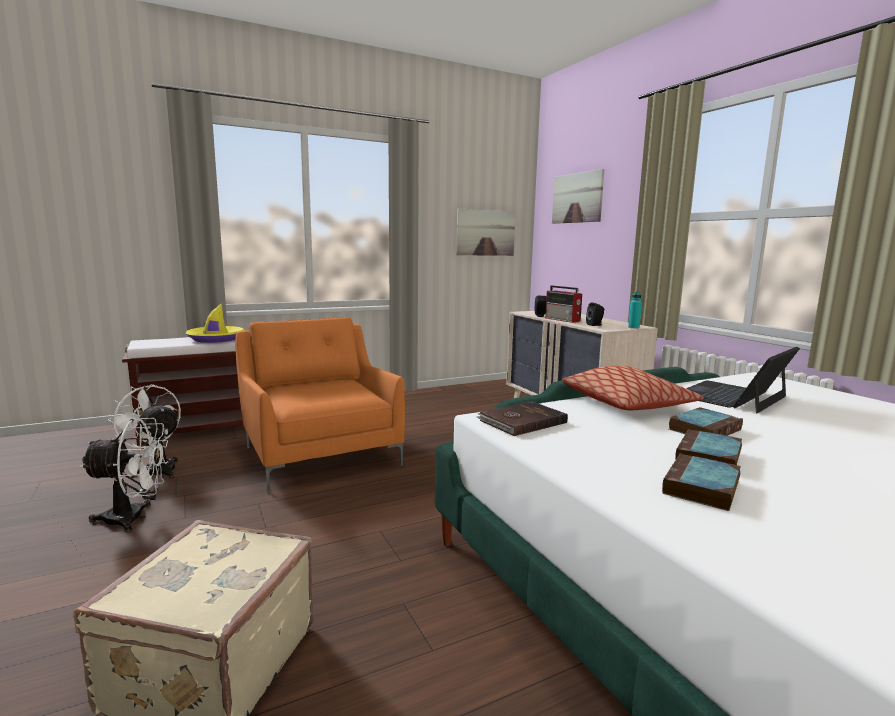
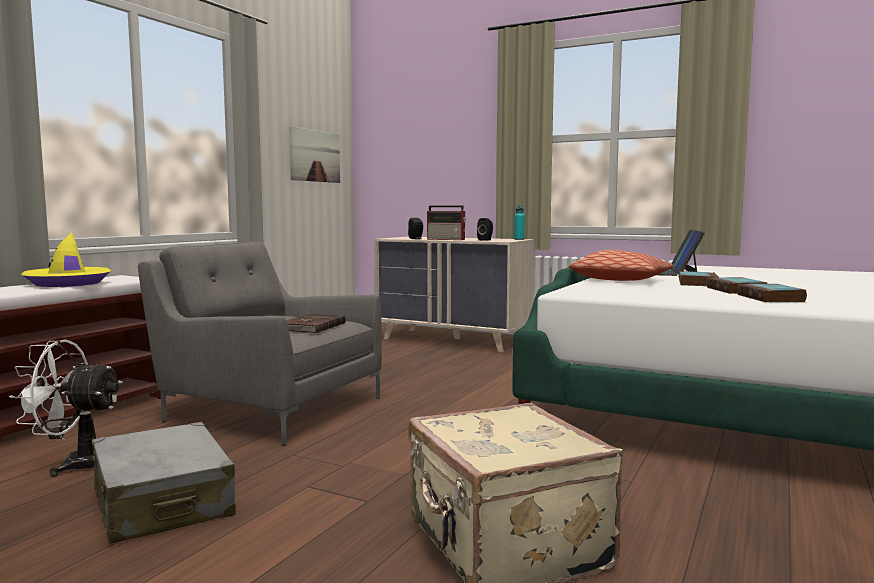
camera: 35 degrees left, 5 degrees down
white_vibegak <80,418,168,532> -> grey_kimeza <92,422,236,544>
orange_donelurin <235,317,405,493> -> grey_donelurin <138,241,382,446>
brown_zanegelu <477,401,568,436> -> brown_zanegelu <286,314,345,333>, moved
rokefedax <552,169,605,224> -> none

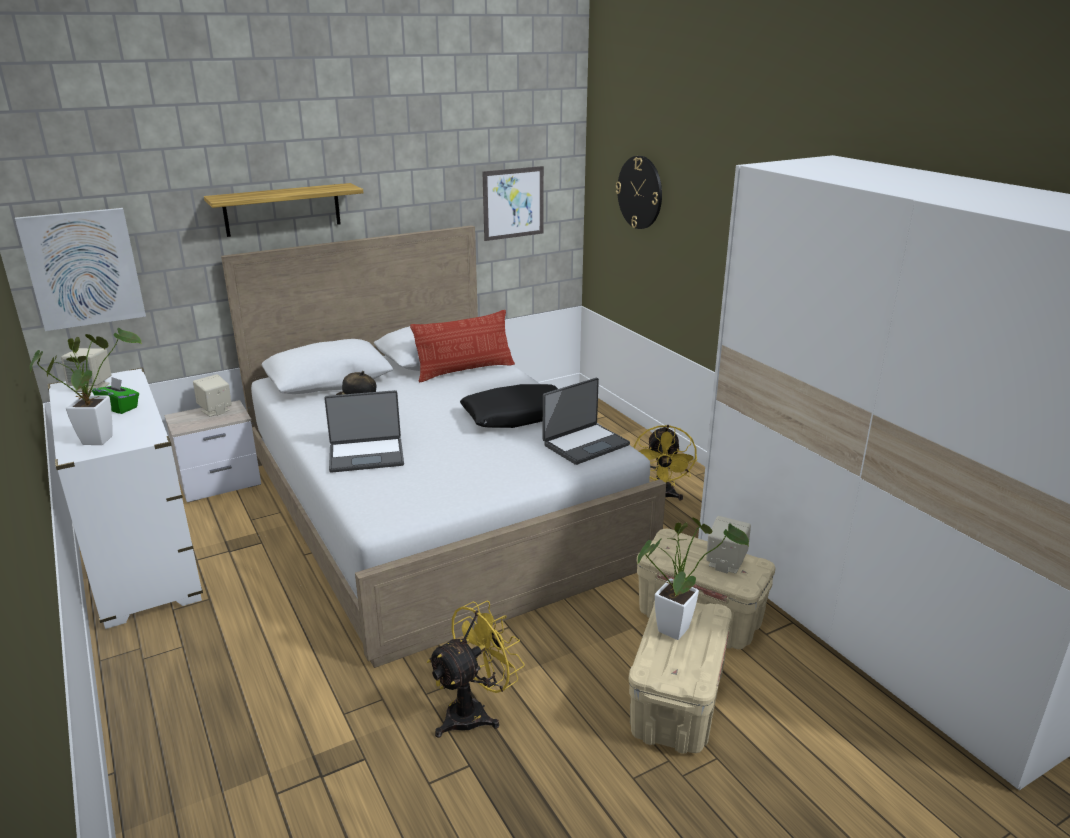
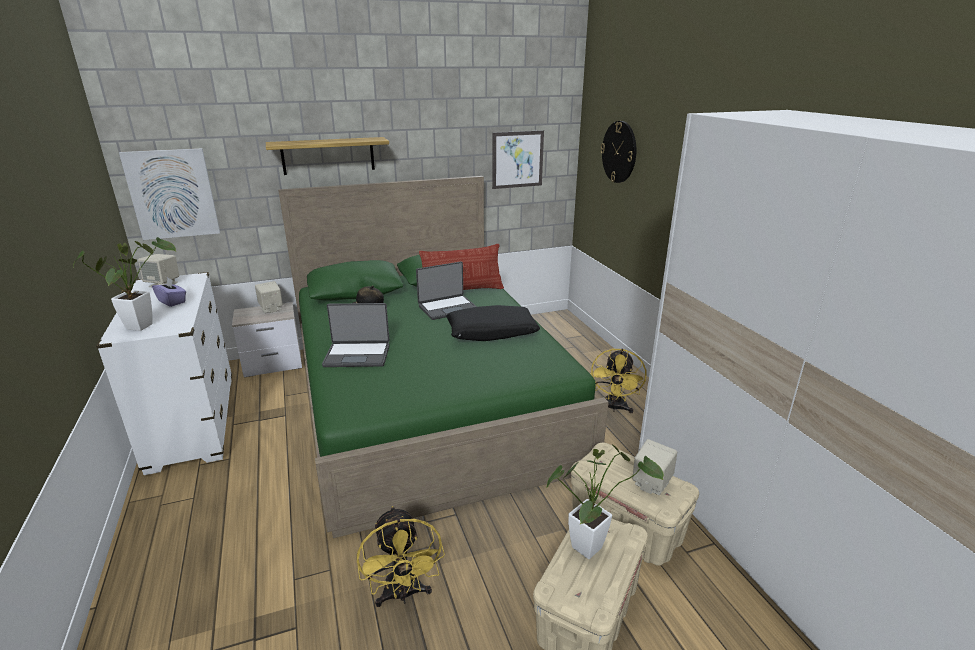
camera: 10 degrees right, 0 degrees up
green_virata <92,377,139,414> -> purple_virata <152,277,186,307>
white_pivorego <221,225,666,668> -> green_pivorego <278,176,609,538>
yellow_vibegak <427,601,525,738> -> yellow_vibegak <357,506,445,607>, 105 degrees clockwise
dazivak <543,378,630,465> -> dazivak <416,262,477,320>, moved

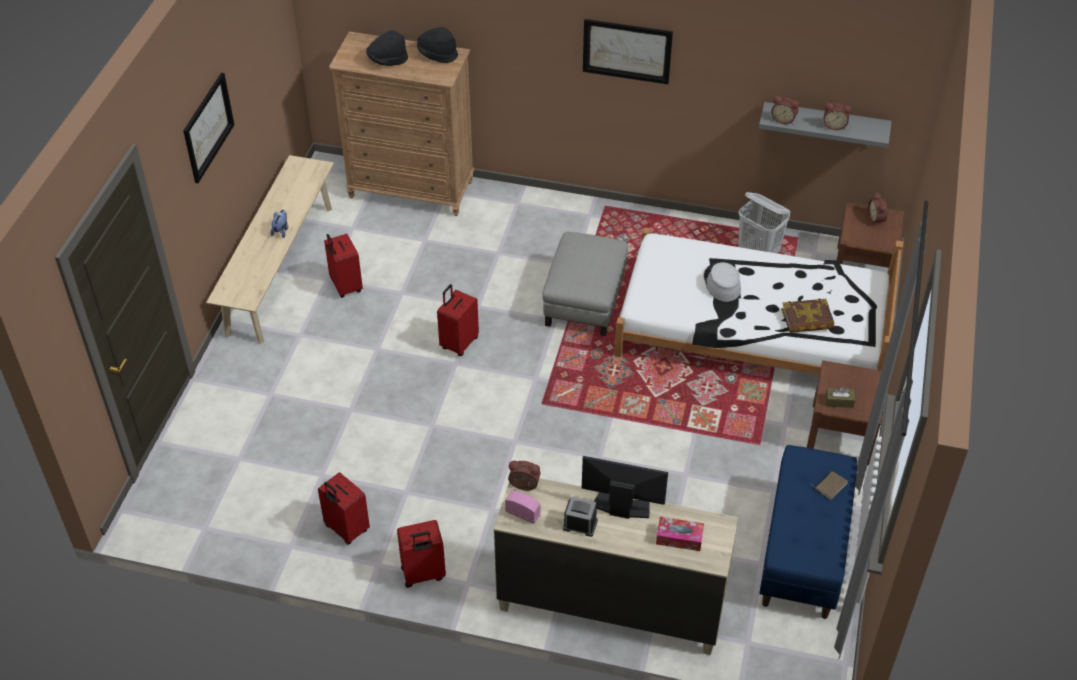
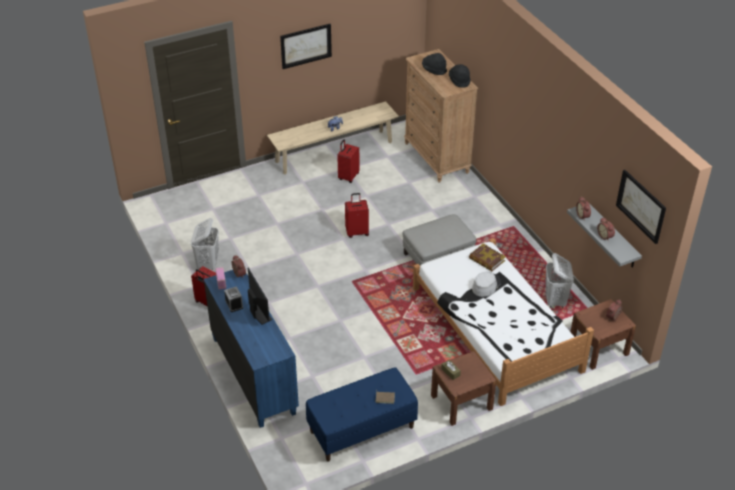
camera: 50 degrees right, 5 degrees down
red_kimeza <318,472,370,545> -> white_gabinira <191,218,219,270>
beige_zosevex <494,478,739,655> -> blue_zosevex <204,270,299,428>
rokefedax <583,19,673,84> -> rokefedax <616,170,666,244>, moved
virata <656,517,704,551> -> none
zanegelu <781,299,834,333> -> zanegelu <469,244,506,271>, moved

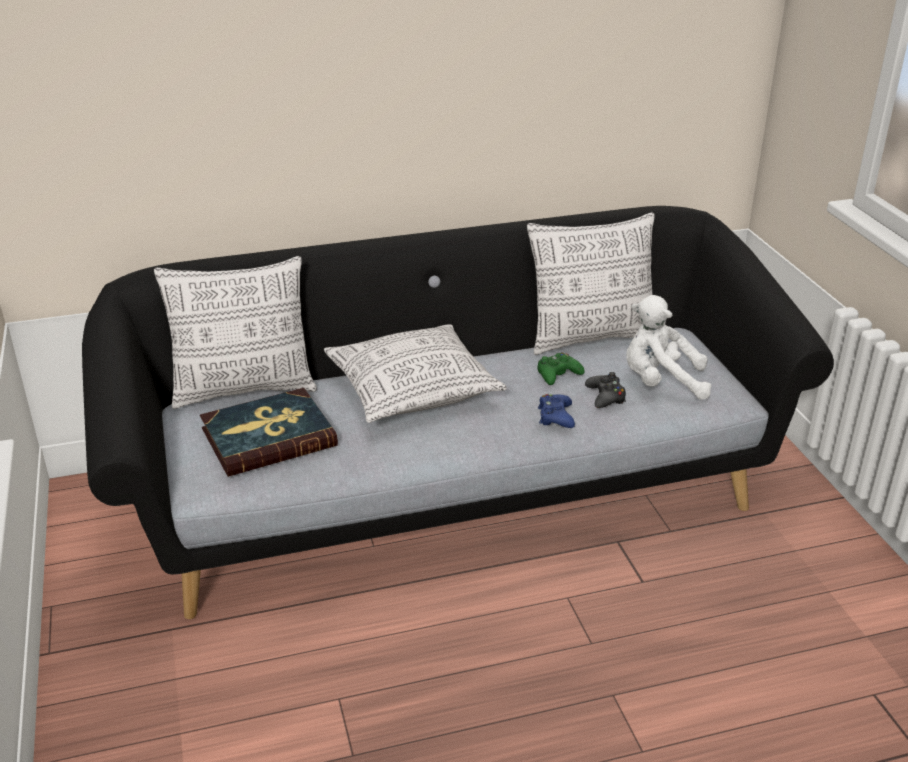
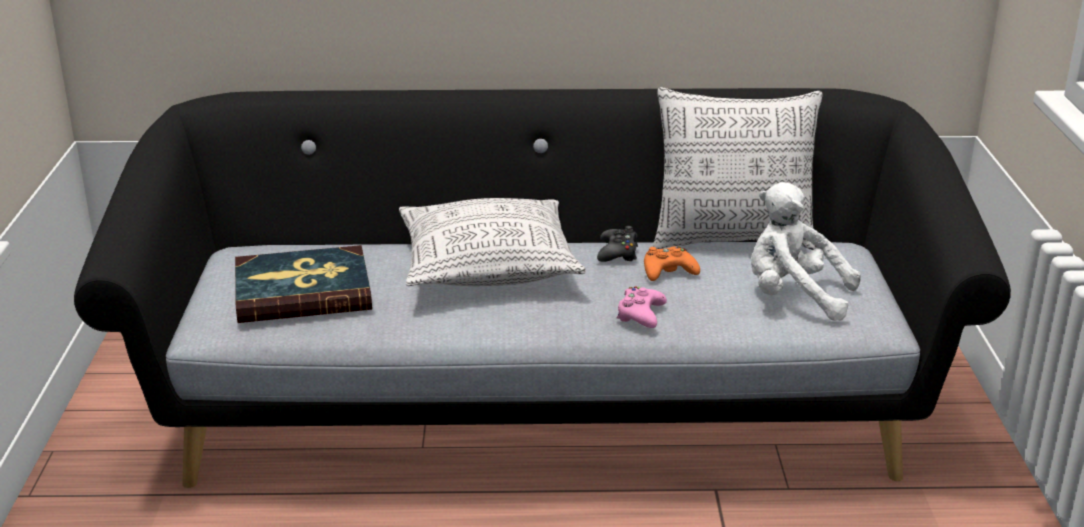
camera: 15 degrees right, 5 degrees down
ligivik <154,256,317,409> -> none
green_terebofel <538,352,584,385> -> orange_terebofel <644,246,700,281>
blue_terebofel <538,394,575,428> -> pink_terebofel <617,287,667,328>
black_terebofel <585,372,626,408> -> black_terebofel <597,226,638,262>, moved

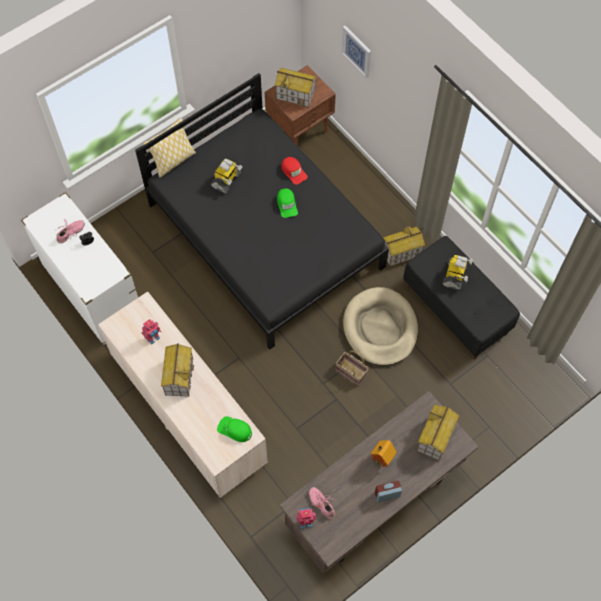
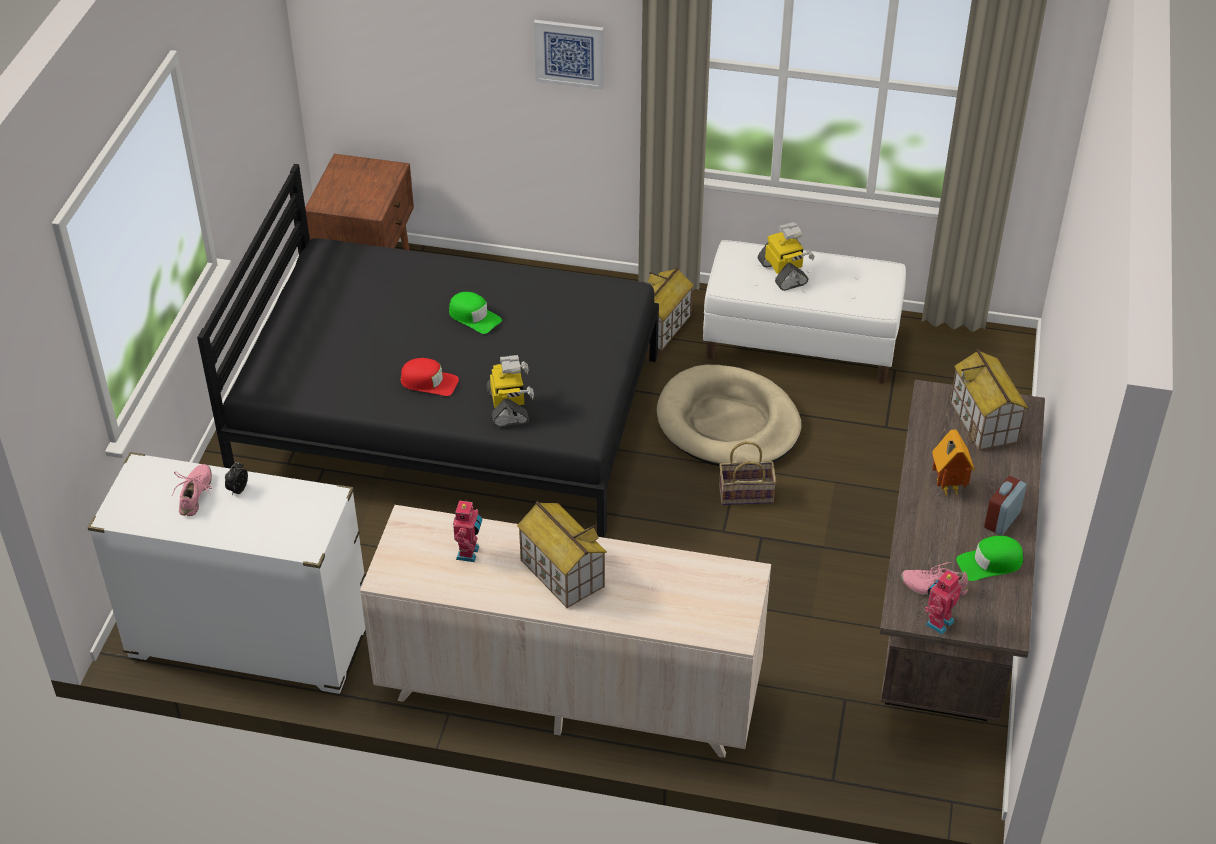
camera: 40 degrees left, 20 degrees down
ligivik <143,118,196,178> -> none
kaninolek <211,158,242,194> -> kaninolek <487,355,534,427>, moved
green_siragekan <217,416,252,442> -> green_siragekan <956,536,1023,581>, moved
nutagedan <275,68,316,107> -> none
red_siragekan <281,157,308,185> -> red_siragekan <400,358,459,396>, moved
rokefedax <341,26,371,78> -> rokefedax <534,20,604,90>, moved
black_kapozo <403,236,520,359> -> white_kapozo <703,240,906,384>

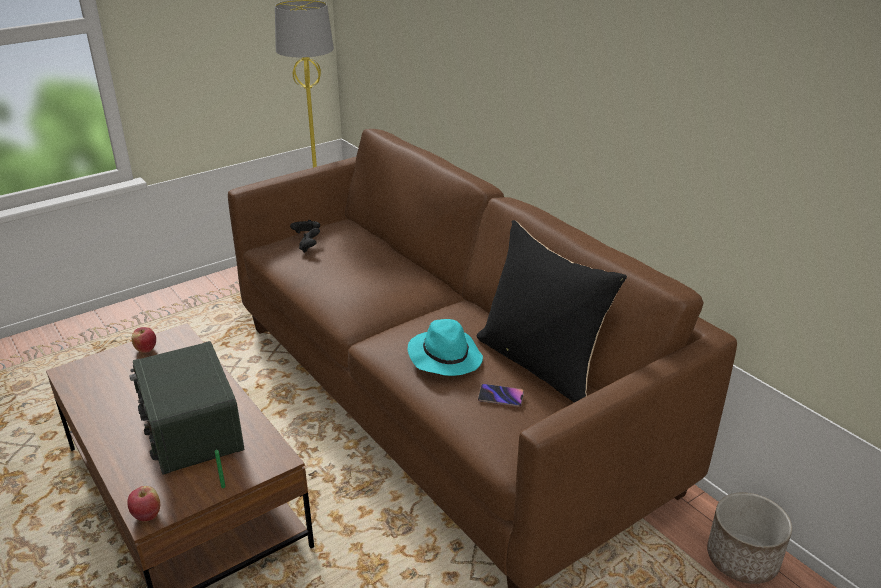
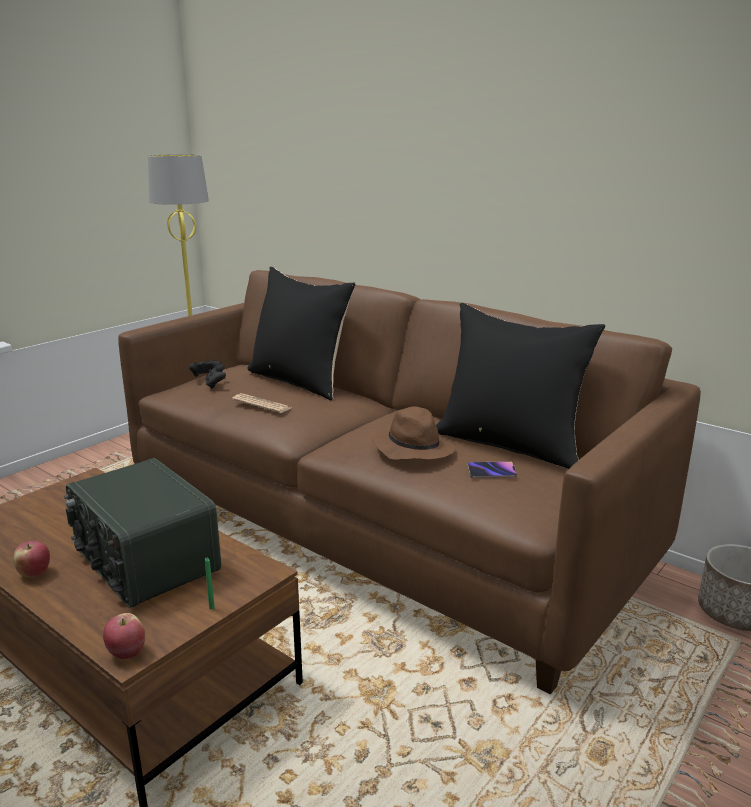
camera: 15 degrees left, 10 degrees down
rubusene <132,327,156,353> -> rubusene <13,541,50,578>, moved
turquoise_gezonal <408,319,483,376> -> brown_gezonal <372,406,455,460>
none -> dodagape <232,393,291,413>
none -> black_ligivik <247,267,356,400>

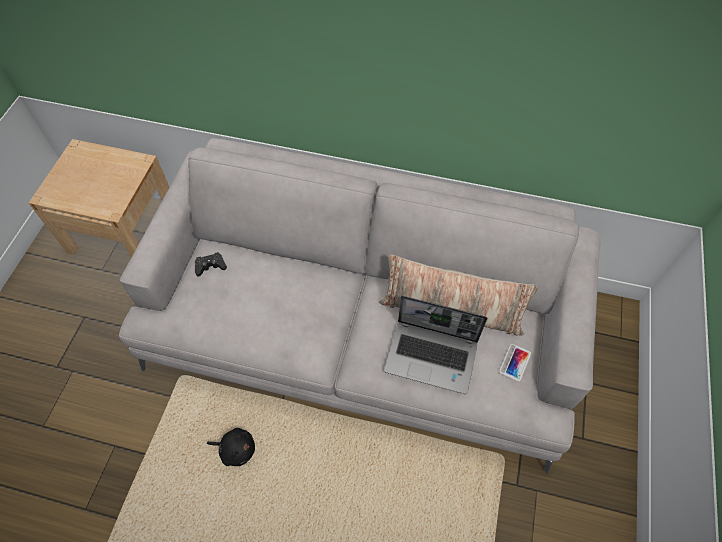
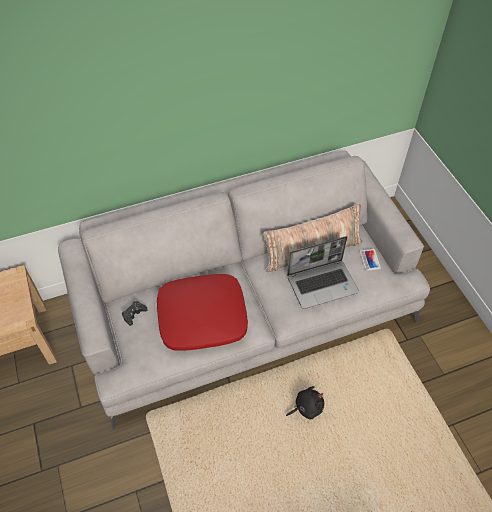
camera: 35 degrees left, 5 degrees down
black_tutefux <207,428,255,466> -> black_tutefux <286,386,324,419>, moved
none -> red_ligivik <157,274,248,351>

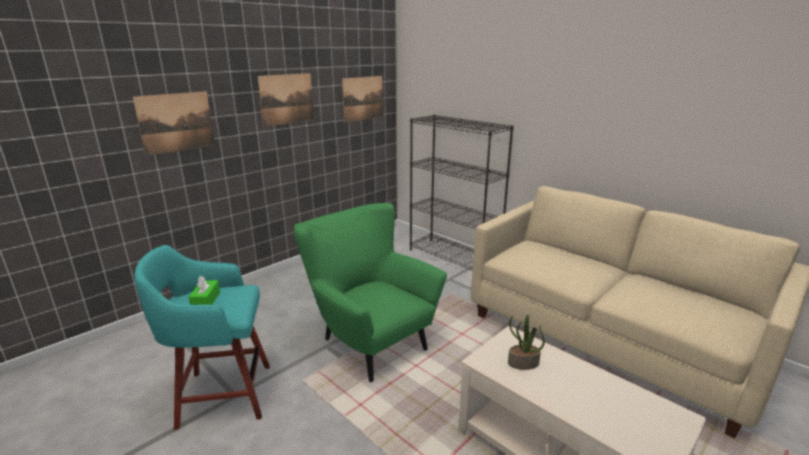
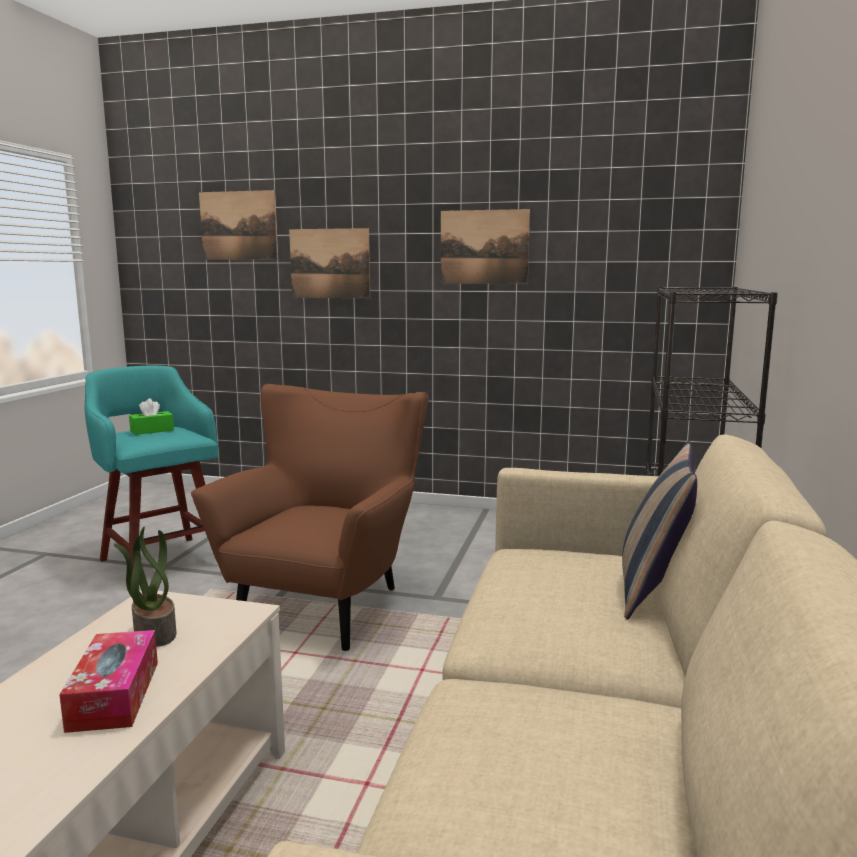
camera: 60 degrees right, 10 degrees down
green_donelurin <294,203,447,382> -> brown_donelurin <191,384,429,651>
rokefedax <342,76,383,122> -> rokefedax <199,190,278,260>, moved
none -> virata <59,630,158,733>
none -> ligivik <622,440,697,620>

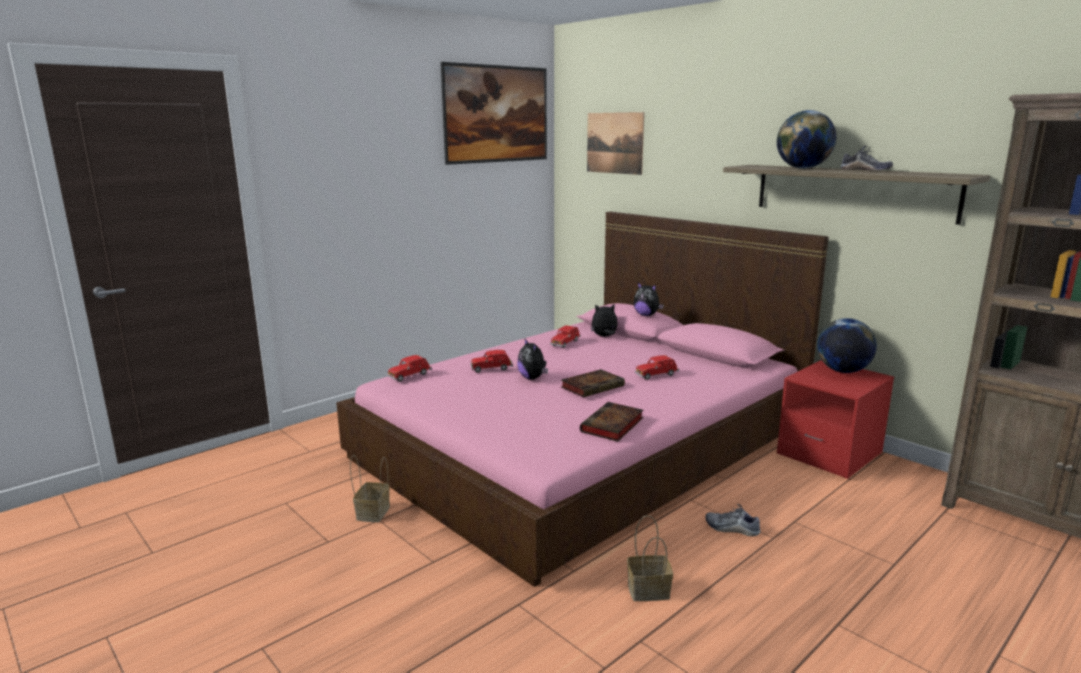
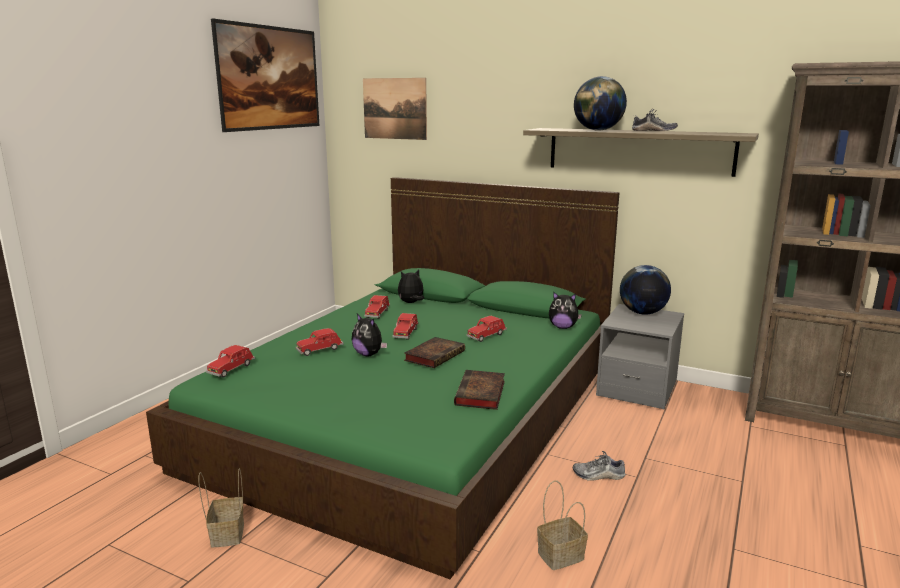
camera: 20 degrees left, 0 degrees up
pink_pivorego <336,212,829,587> -> green_pivorego <146,177,619,579>
tutefux <633,282,664,316> -> tutefux <549,292,582,329>, moved
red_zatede <777,360,894,479> -> grey_zatede <596,304,684,409>
none -> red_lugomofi <393,313,418,340>

